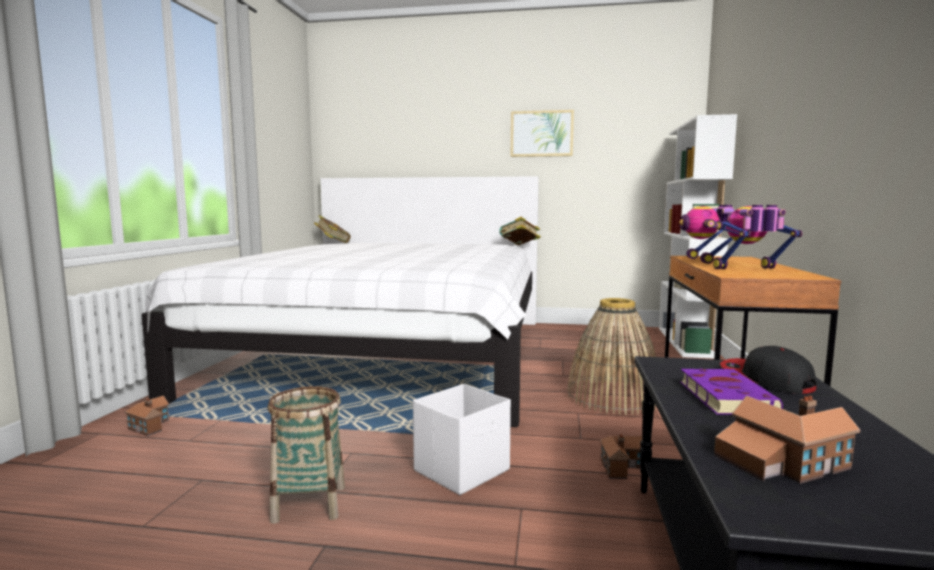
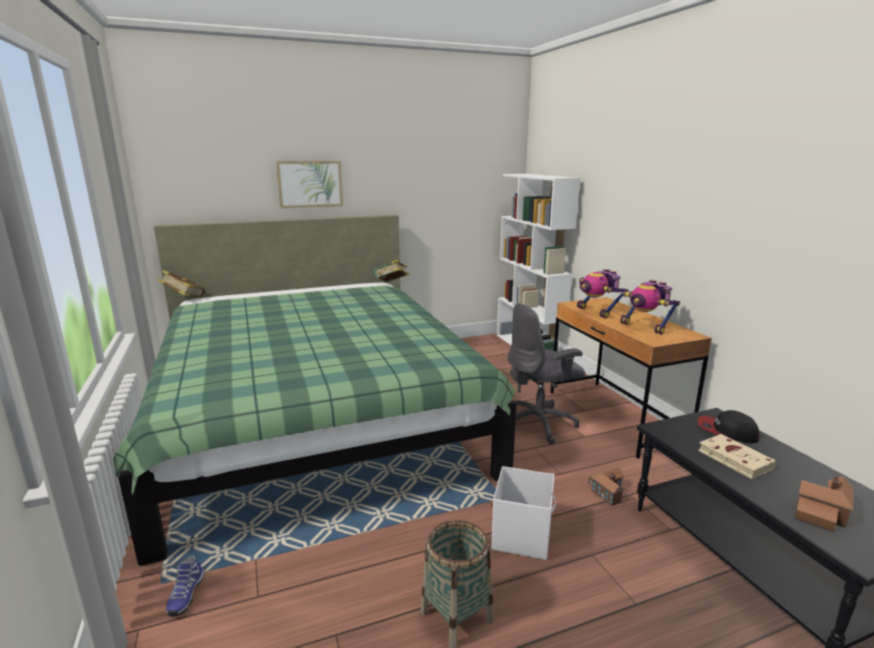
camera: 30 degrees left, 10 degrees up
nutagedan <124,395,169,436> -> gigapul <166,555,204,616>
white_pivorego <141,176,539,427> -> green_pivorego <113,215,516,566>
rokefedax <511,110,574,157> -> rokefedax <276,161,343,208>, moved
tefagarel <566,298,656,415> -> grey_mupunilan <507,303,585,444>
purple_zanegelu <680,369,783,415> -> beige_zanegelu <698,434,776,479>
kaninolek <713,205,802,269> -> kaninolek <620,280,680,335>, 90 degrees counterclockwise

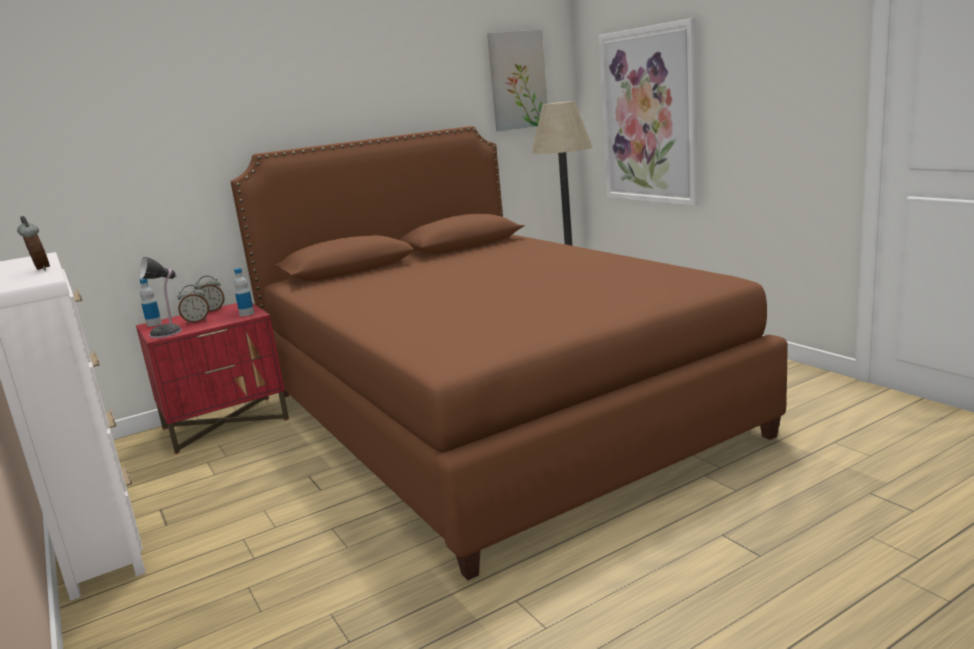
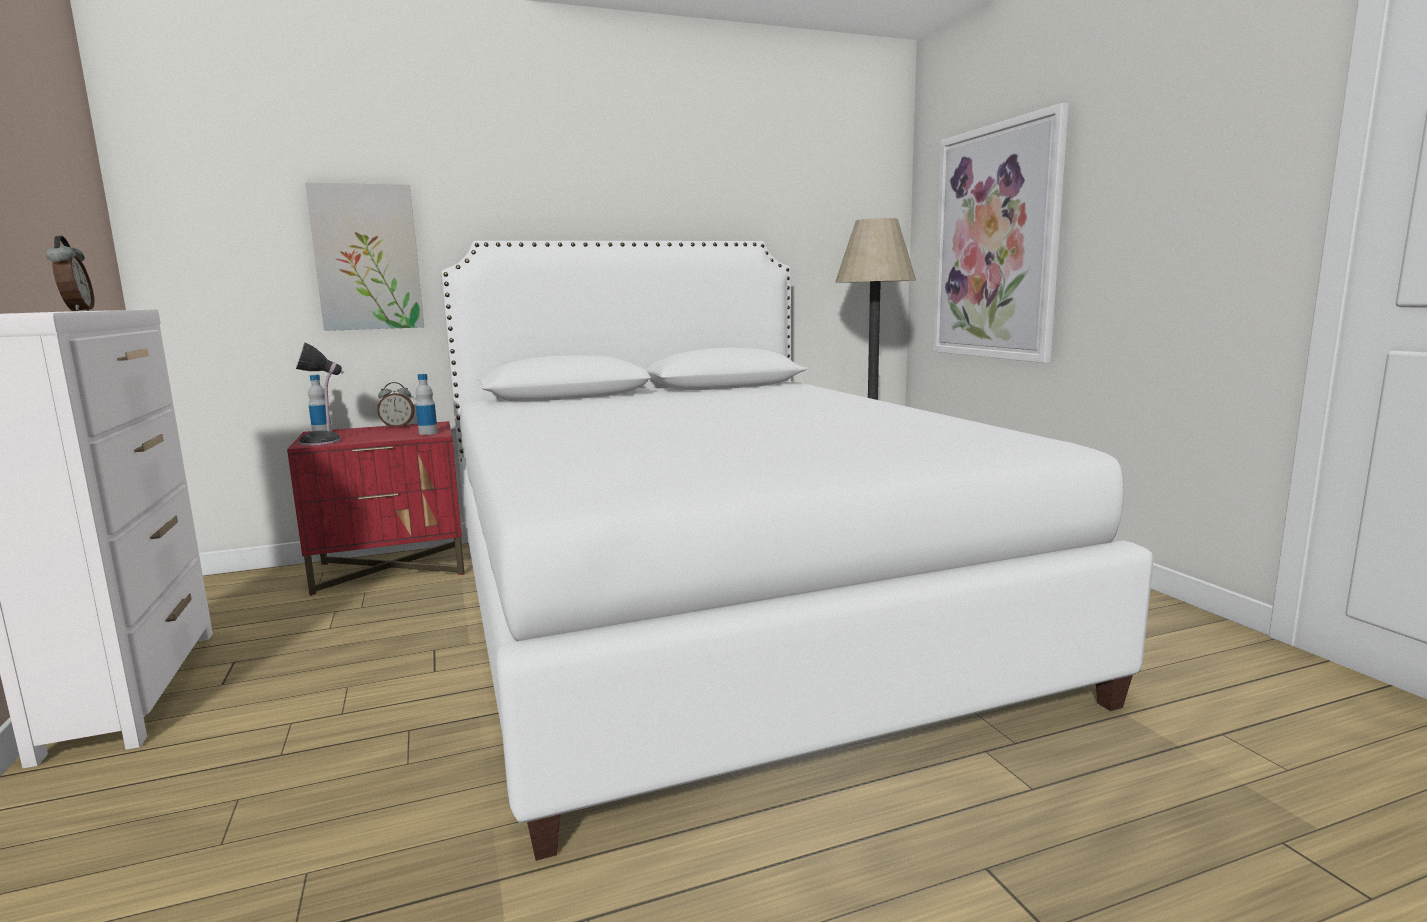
camera: 10 degrees right, 5 degrees down
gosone <177,285,209,324> -> none
brown_pivorego <231,126,788,580> -> white_pivorego <441,241,1154,861>
rokefedax <487,30,548,131> -> rokefedax <305,182,424,331>, moved

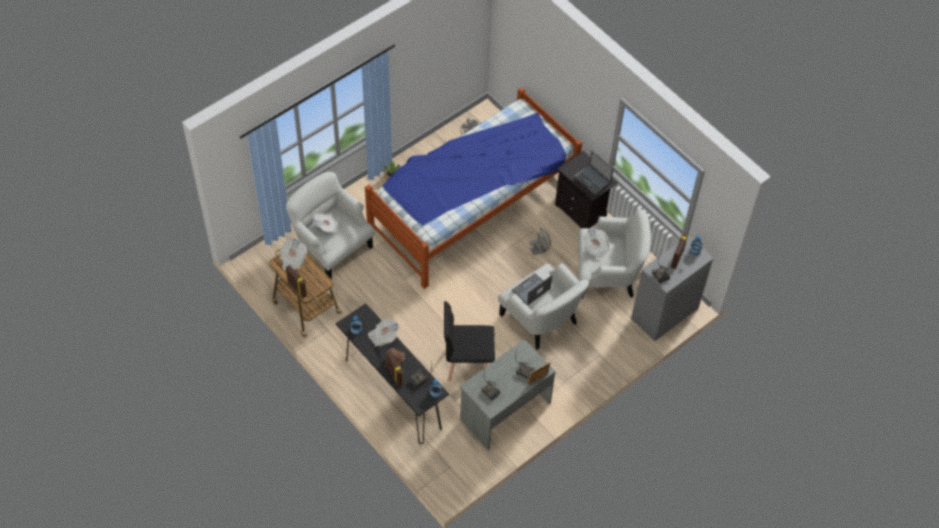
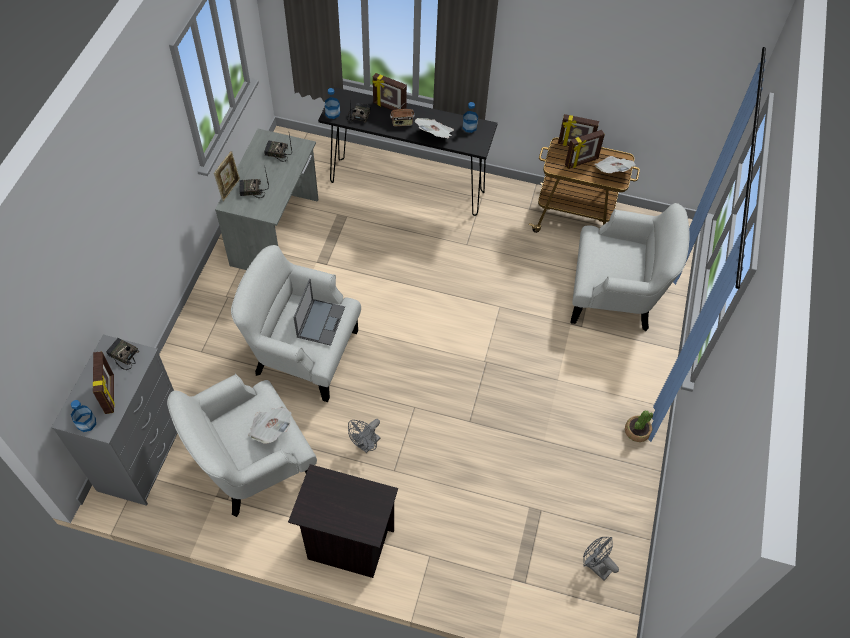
camera: 145 degrees right, 0 degrees up
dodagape <313,213,342,233> -> none
pivorego <365,87,582,289> -> none
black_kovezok <444,301,495,382> -> none
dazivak <574,150,613,195> -> none
none -> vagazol <565,130,605,169>

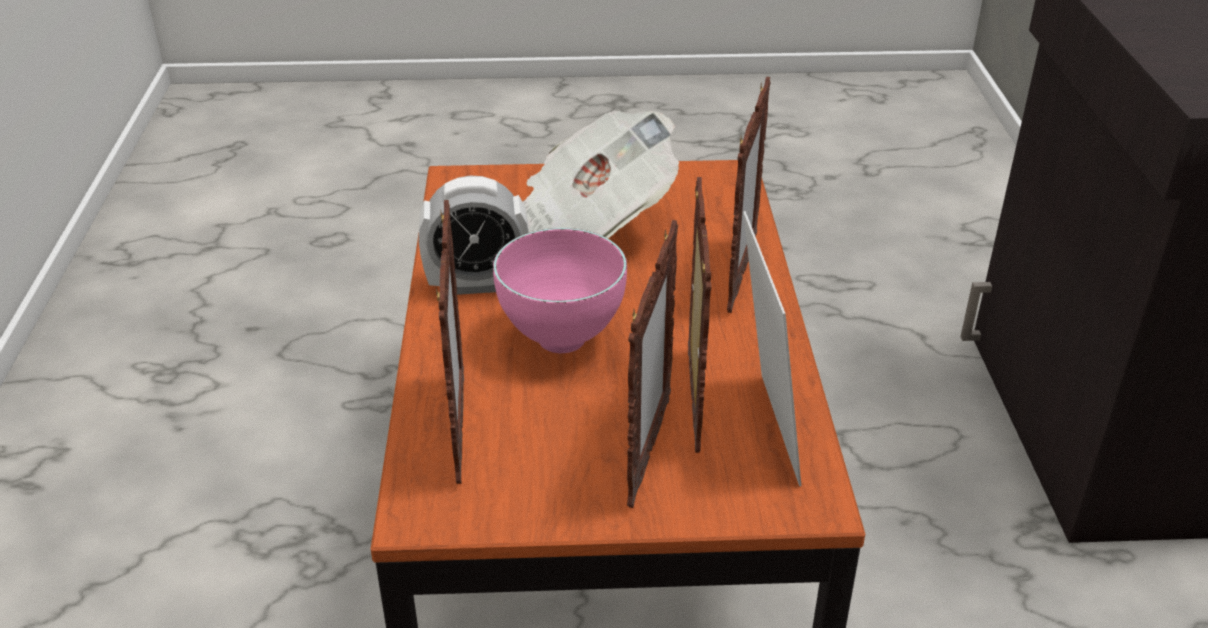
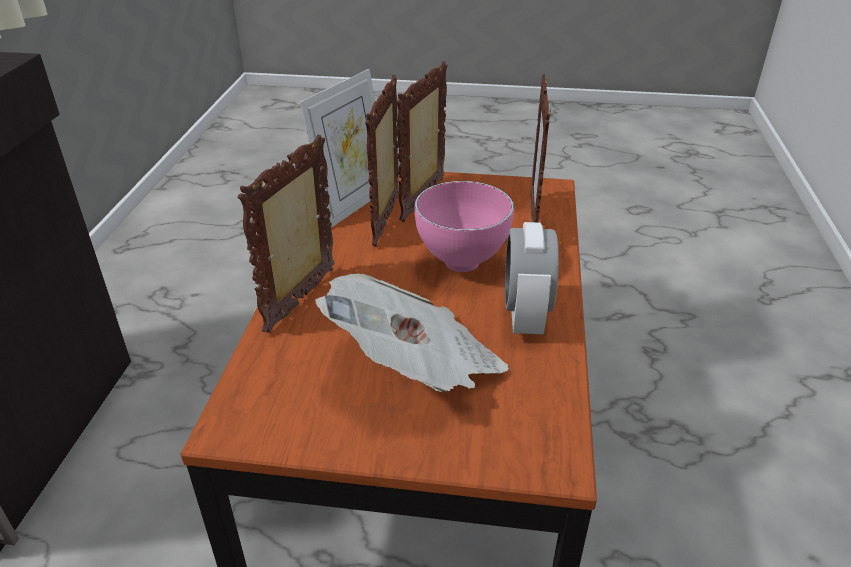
camera: 170 degrees left, 0 degrees up
gosone <419,176,529,295> -> gosone <505,222,559,334>, 90 degrees counterclockwise
vagazol <743,211,801,486> -> vagazol <300,69,375,228>, 150 degrees counterclockwise

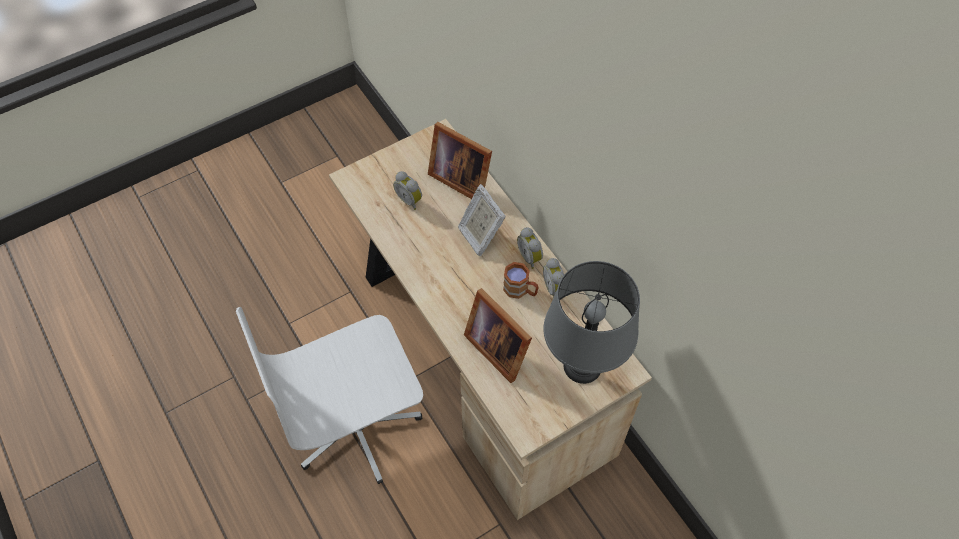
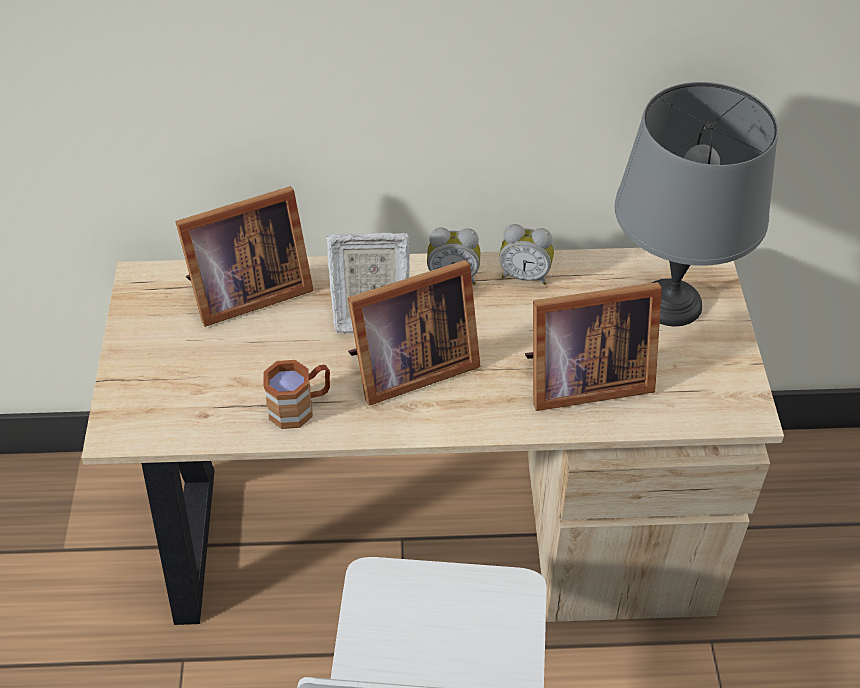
camera: 60 degrees left, 10 degrees down
gosone <393,171,422,210> -> none
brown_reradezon <503,262,539,299> -> brown_reradezon <263,360,330,429>, moved
none -> vagazol <348,260,481,406>

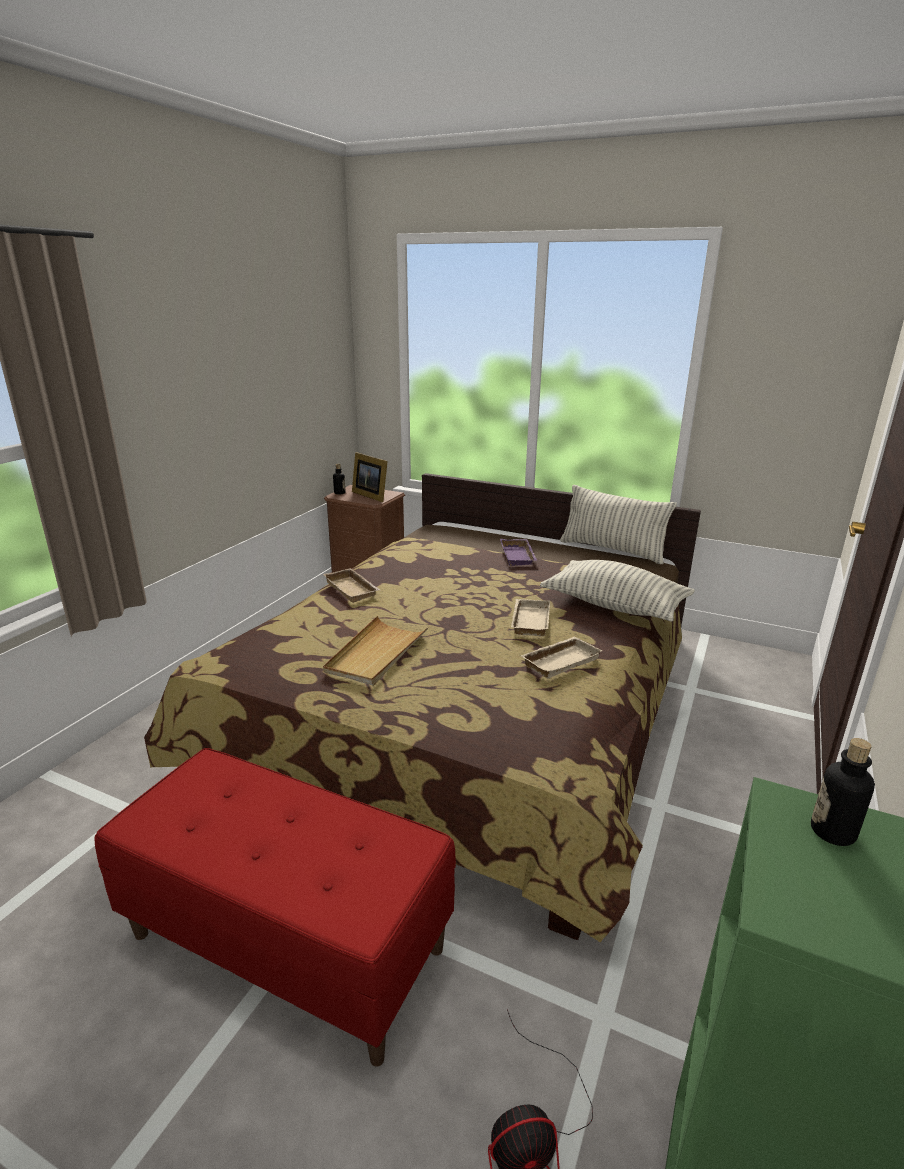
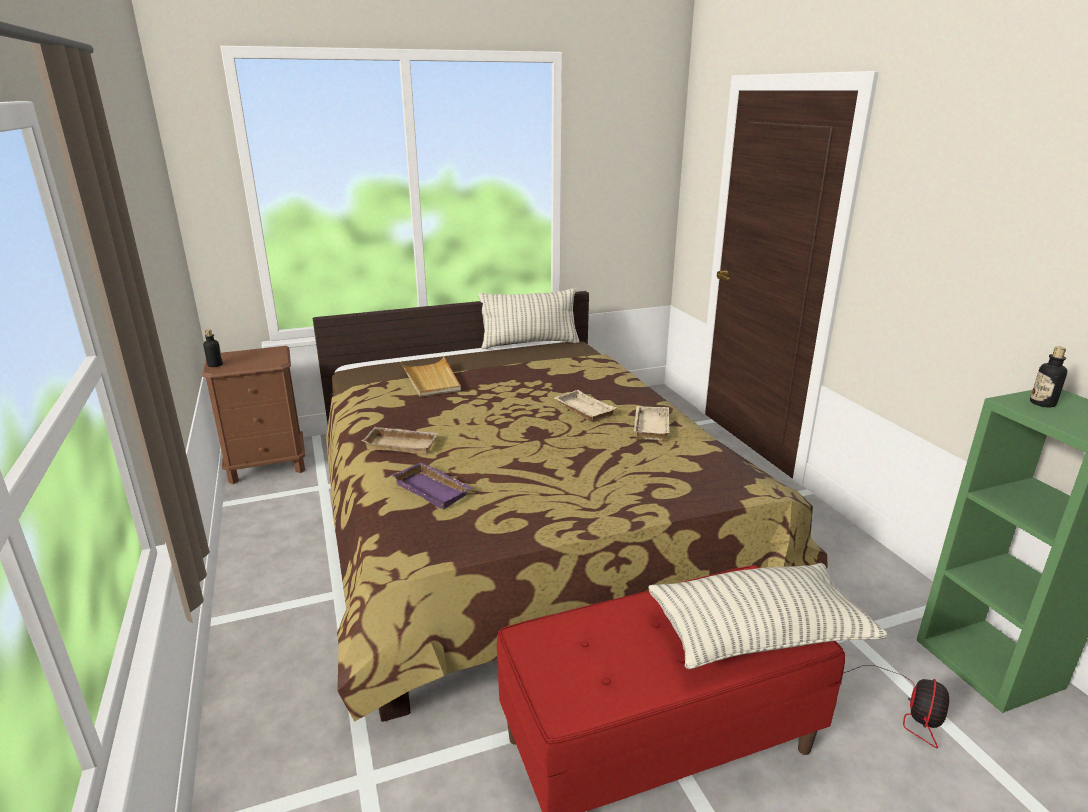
camera: 45 degrees left, 0 degrees up
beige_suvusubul <323,616,428,686> -> beige_suvusubul <401,356,461,397>, moved
vagazol <352,452,387,502> -> none
purple_suvusubul <500,539,537,566> -> purple_suvusubul <392,462,472,510>, moved
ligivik <540,560,695,621> -> ligivik <649,563,887,669>, moved

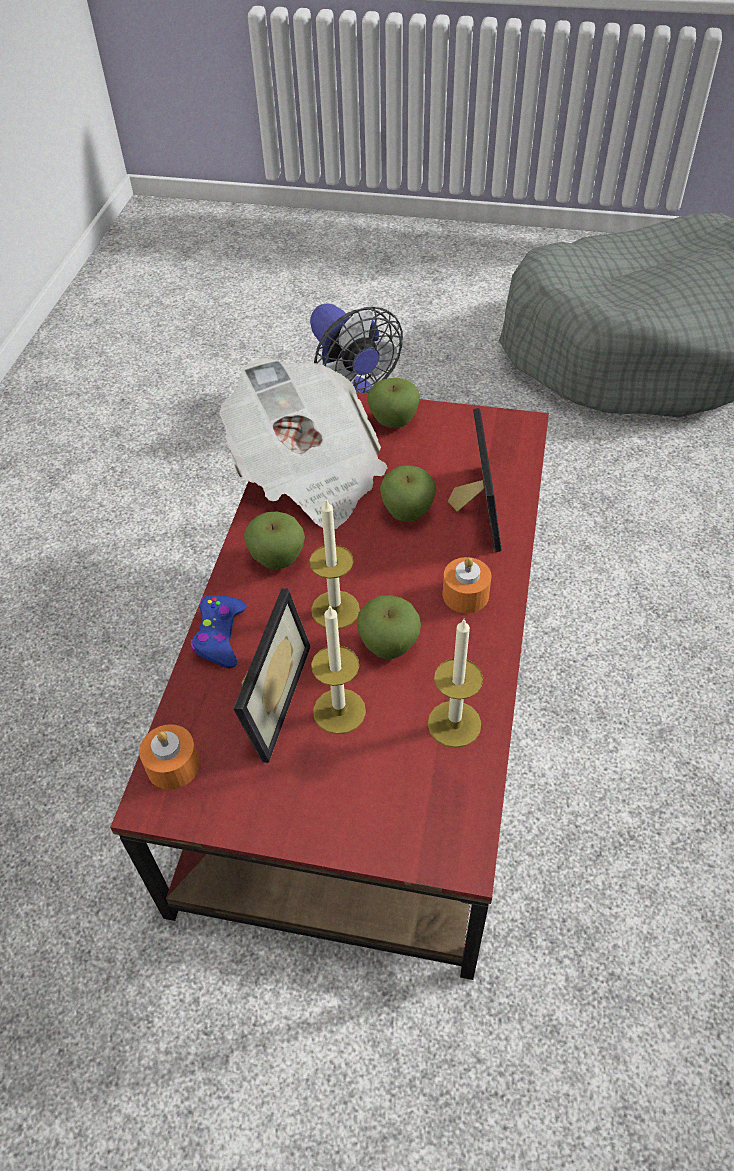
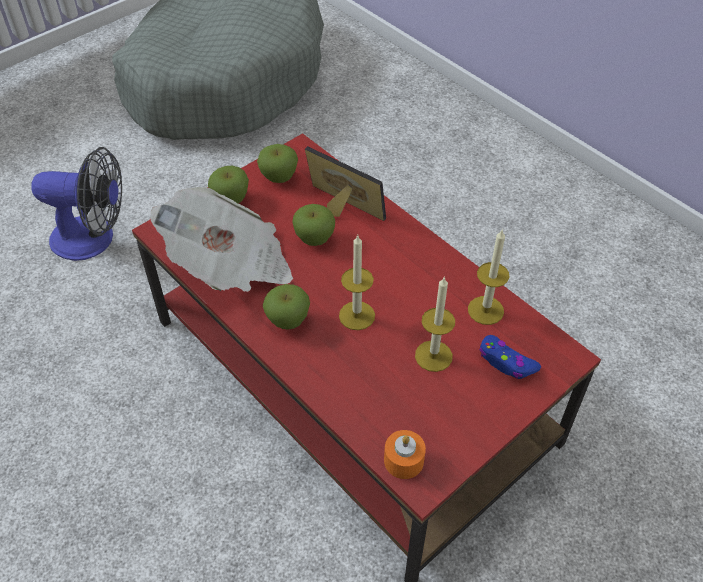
camera: 55 degrees left, 0 degrees up
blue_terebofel <191,595,246,668> -> blue_terebofel <479,335,541,379>, moved
vagazol <233,588,311,763> -> none
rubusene <356,595,421,659> -> rubusene <257,144,298,183>, moved
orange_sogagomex <443,557,491,613> -> none

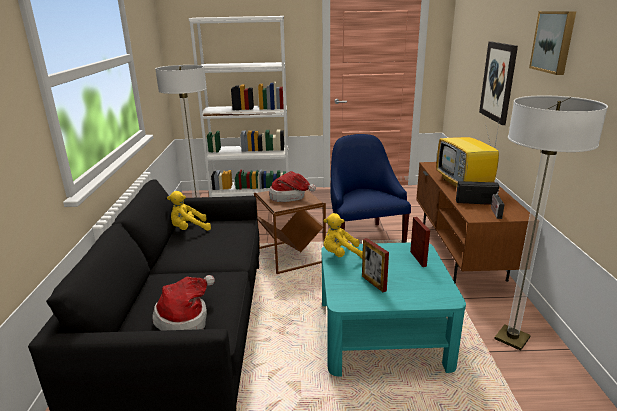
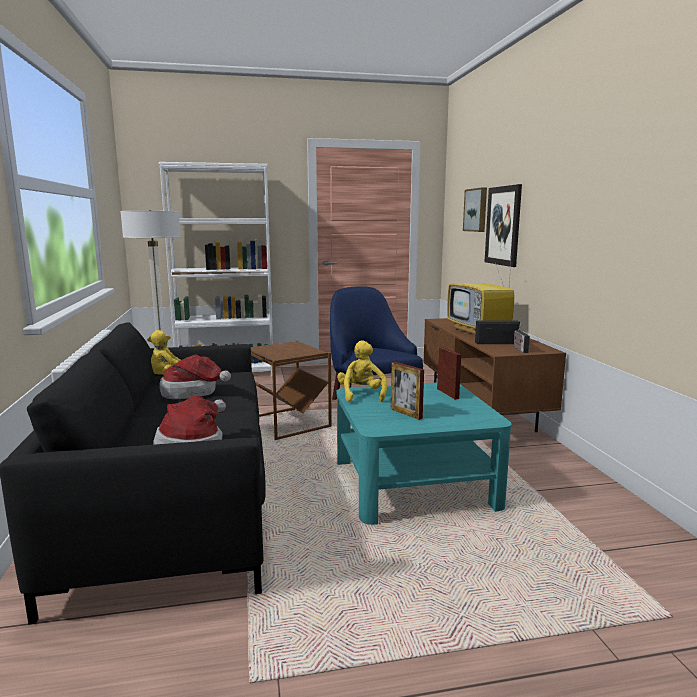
camera: 10 degrees left, 10 degrees down
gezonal <269,171,316,202> -> gezonal <159,354,231,399>, moved
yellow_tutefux <324,213,363,259> -> yellow_tutefux <337,340,387,402>, 105 degrees clockwise
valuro <494,95,608,351> -> none
rokefedax <529,11,576,75> -> rokefedax <463,187,487,232>, moved

